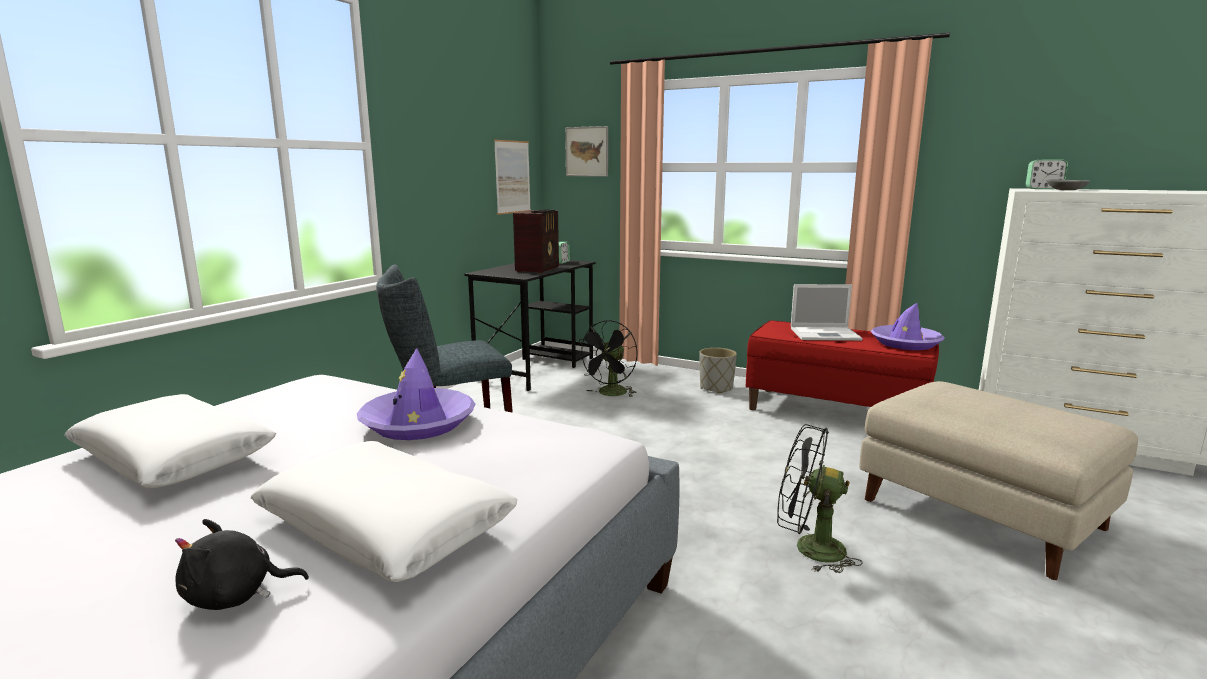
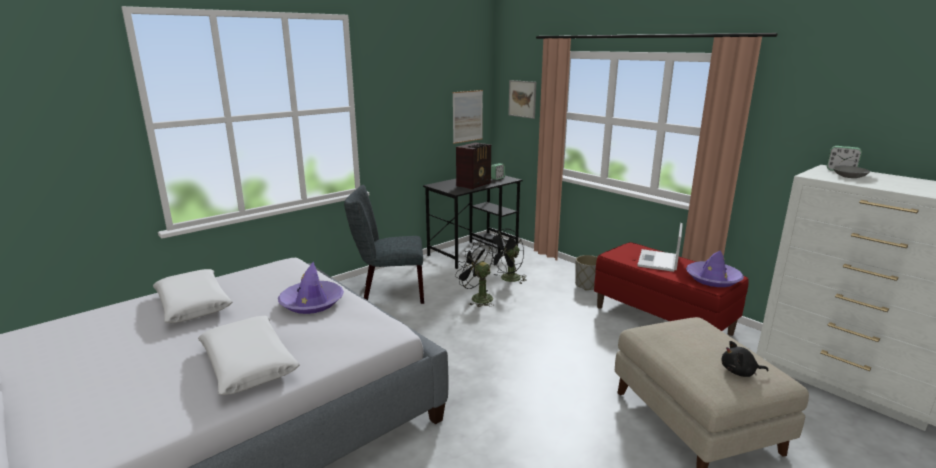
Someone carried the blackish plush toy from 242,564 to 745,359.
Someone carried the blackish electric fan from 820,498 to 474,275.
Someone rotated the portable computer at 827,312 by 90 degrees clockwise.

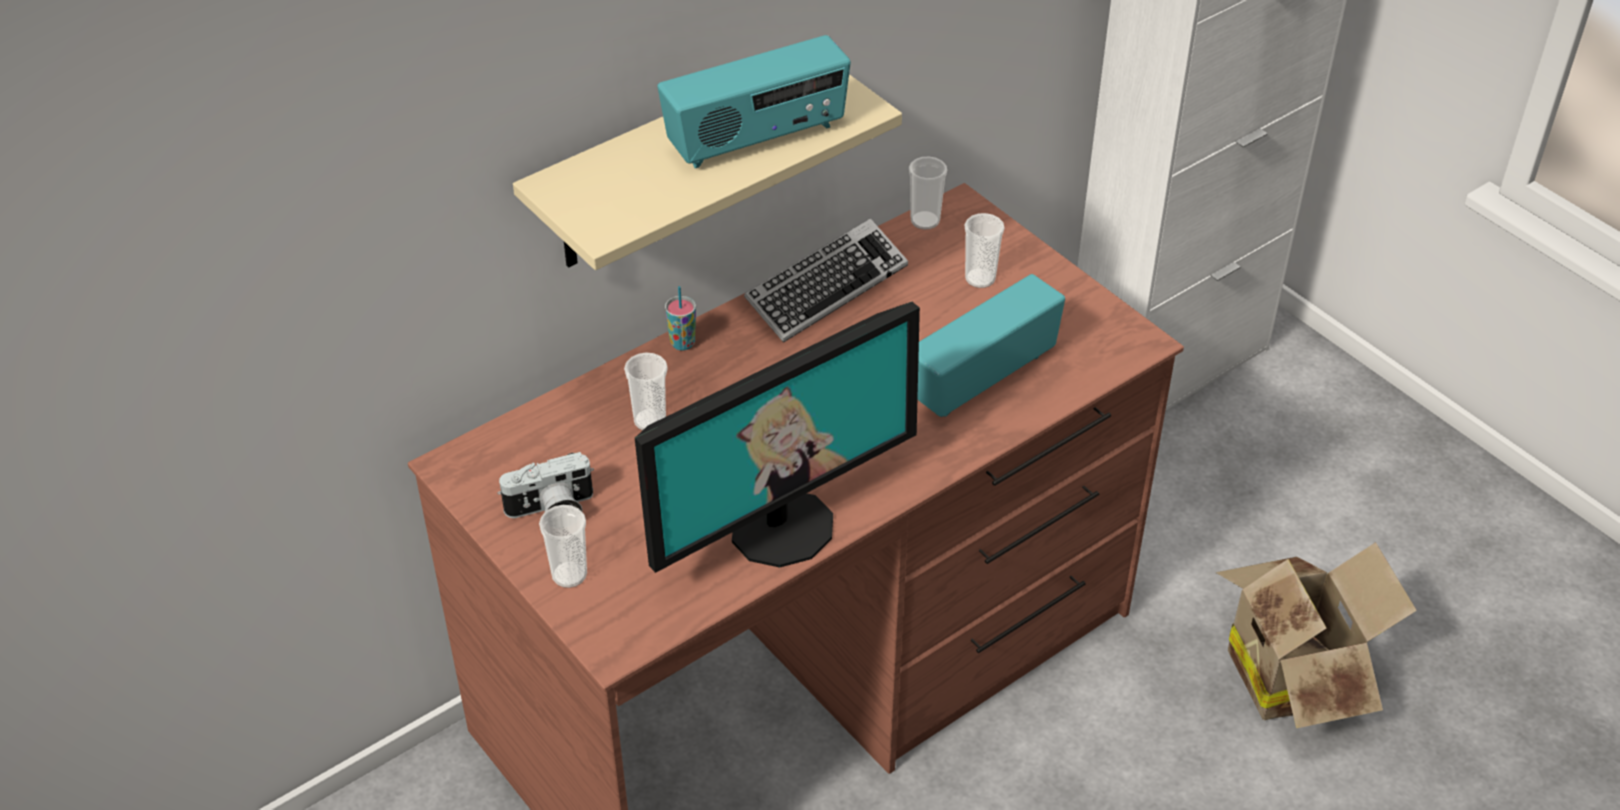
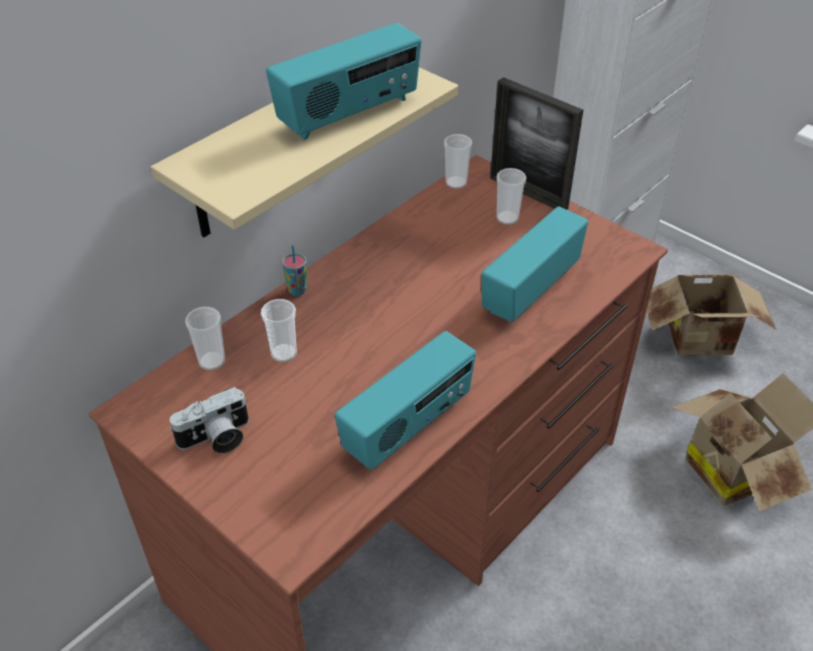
Someone took away the PC keyboard at 826,280.
Someone put down the standing frame at 536,143.
Someone put down the packing box at 711,315.
Someone carried the drinking cup from 563,546 to 205,338.
Someone swapped the computer screen at 777,437 for the radio at 405,400.

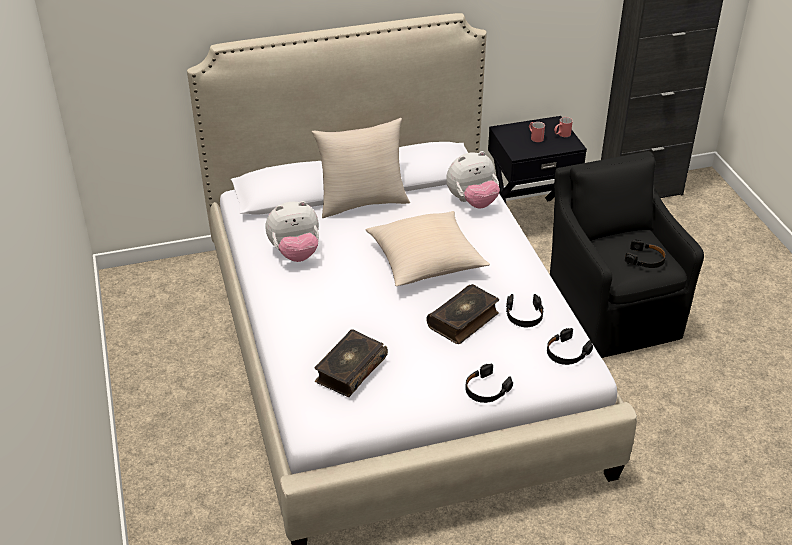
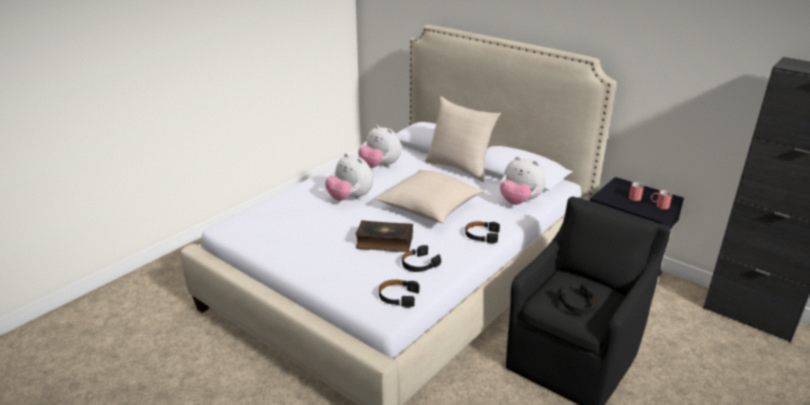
Someone took away the bound book at 351,363.
Someone put down the plush toy at 349,177.
Someone carried the blackish headphones from 489,383 to 482,232.

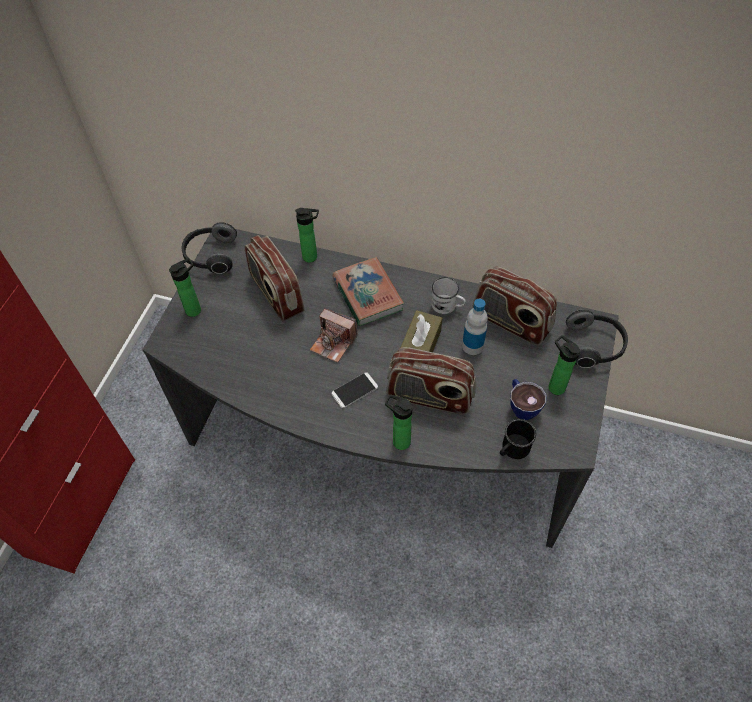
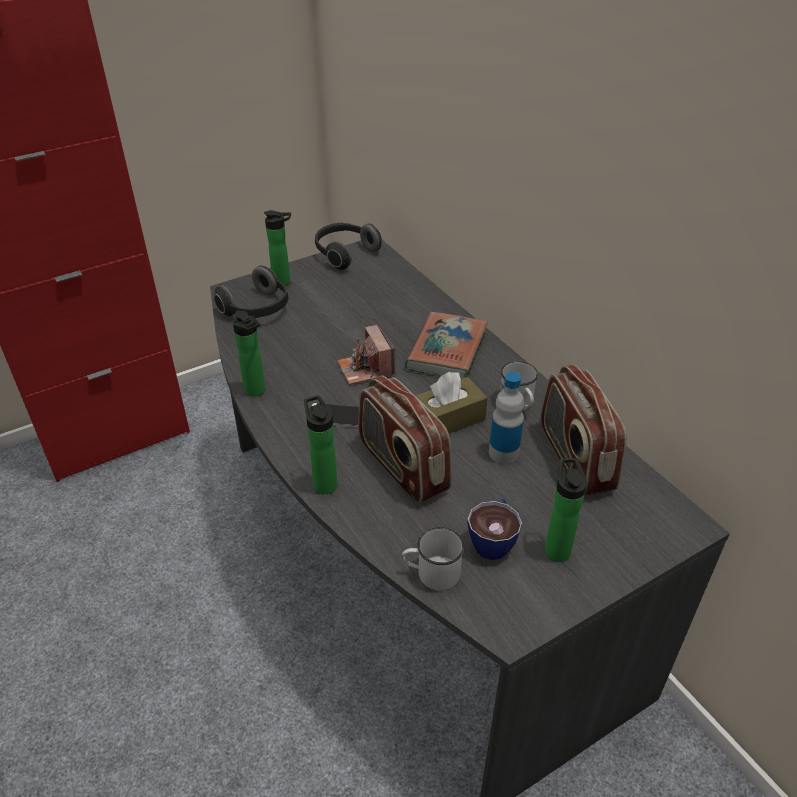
Someone took away the radio at 274,278.
Someone carried the beverage bottle from 307,235 to 249,353.
Someone carried the headphones from 597,339 to 250,292.
Someone repainted the blackish coffee mug at 518,439, which became the white coffee mug at 433,559.

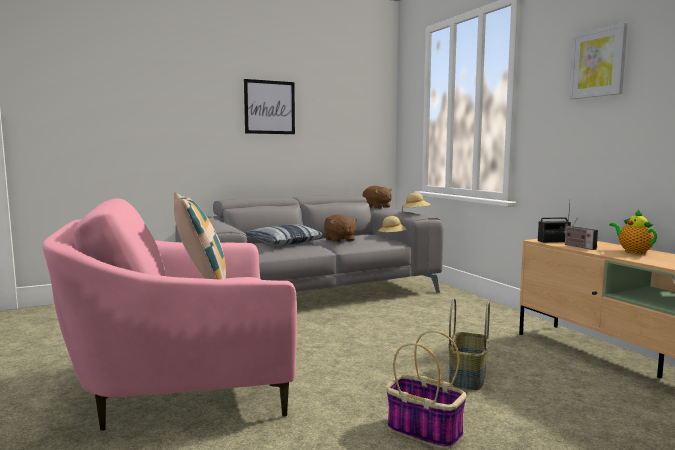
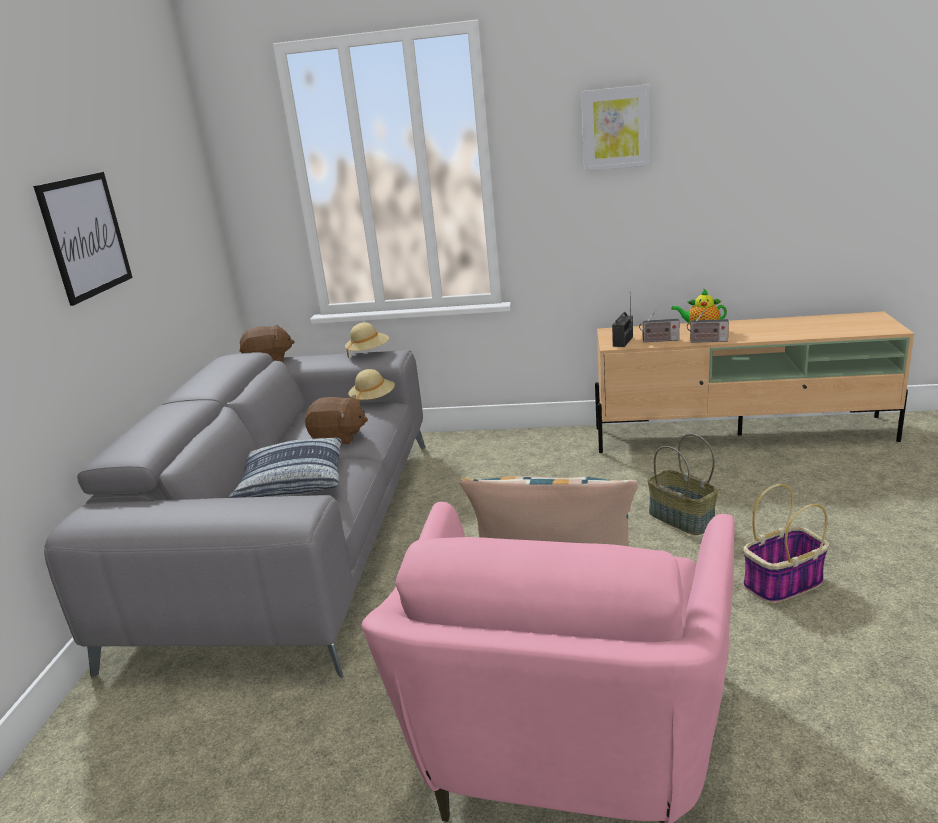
Someone put down the radio at 708,326.

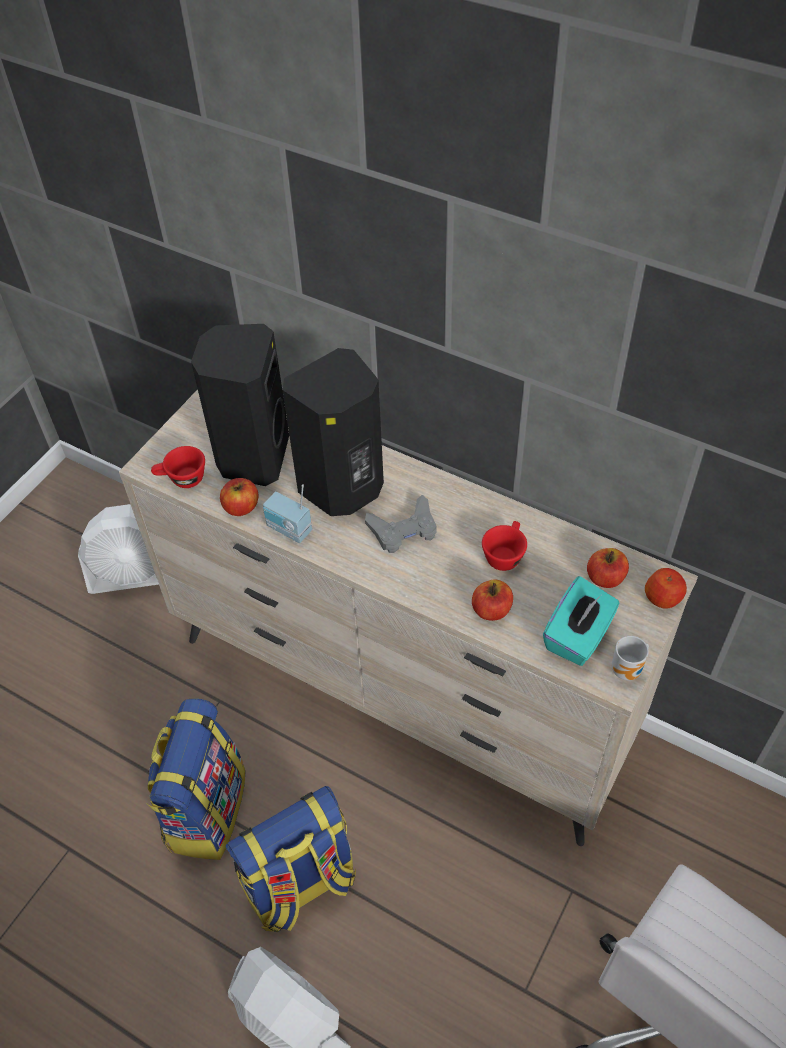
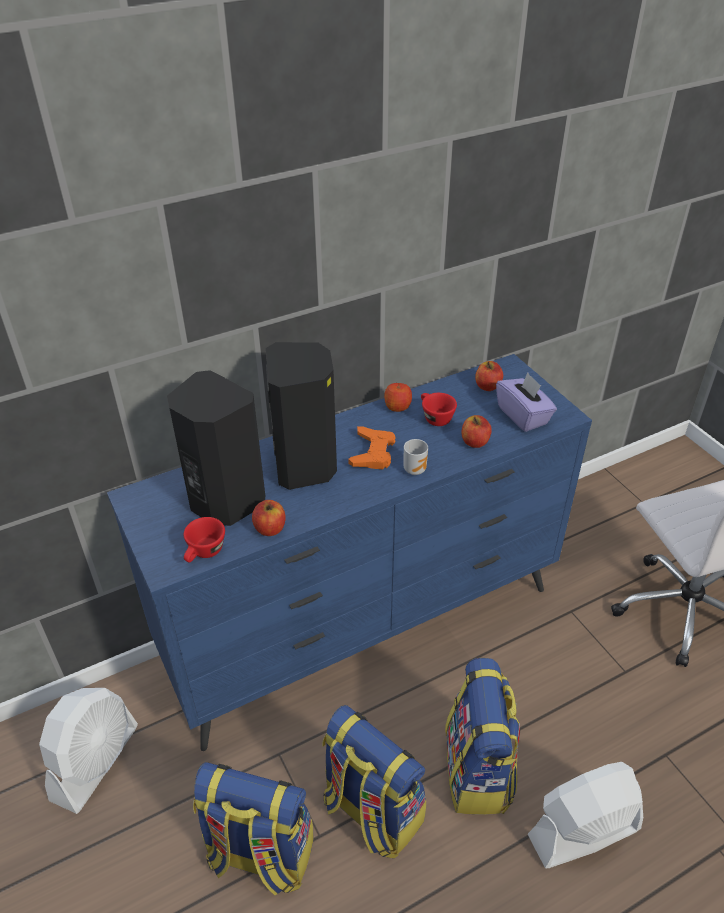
Someone took away the radio at 287,513.
Someone put down the rucksack at 253,829.
Someone carried the coffee mug from 630,658 to 415,457.
Someone carried the apple from 666,588 to 398,397.
Someone repainted the beige-coloured chest of drawers at 408,618, which became the blue-coloured chest of drawers at 349,552.
Someone repainted the grey joypad at 401,524, which became the orange joypad at 372,447.
Someone repainted the turquoise box of tissues at 581,621, which became the purple-coloured box of tissues at 526,402.

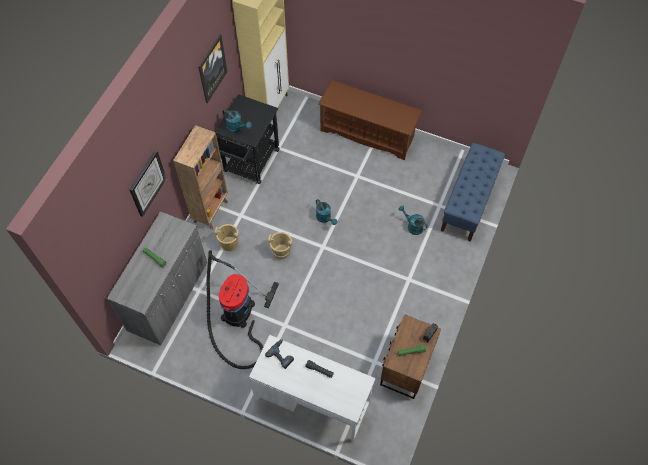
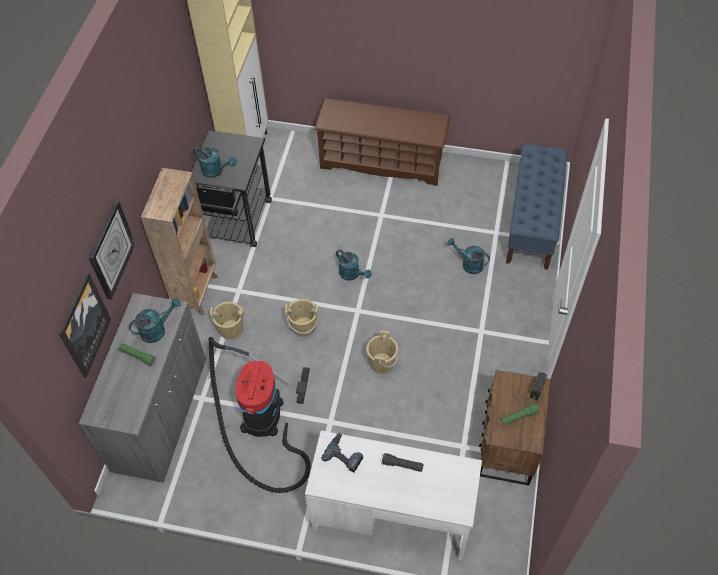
Someone put down the turquoise watering can at 155,320.
Someone put down the beige-coloured pail at 382,352.
Someone carried the wall art from 213,68 to 85,325.

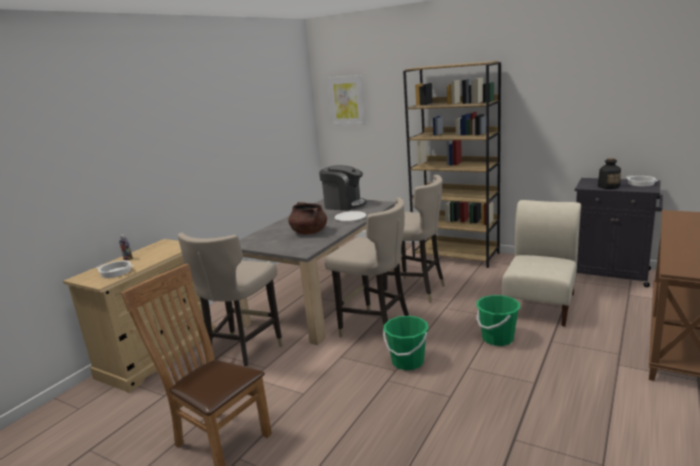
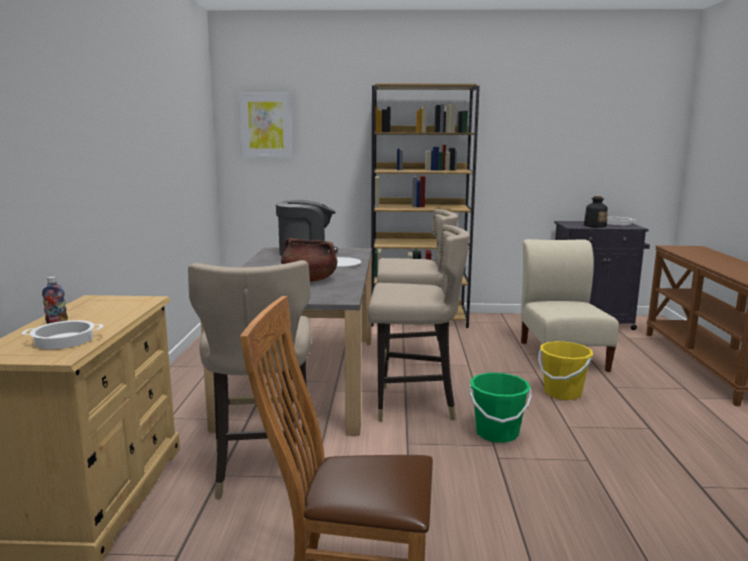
Someone repainted the greenish pail at 498,320, which became the yellow pail at 565,370.

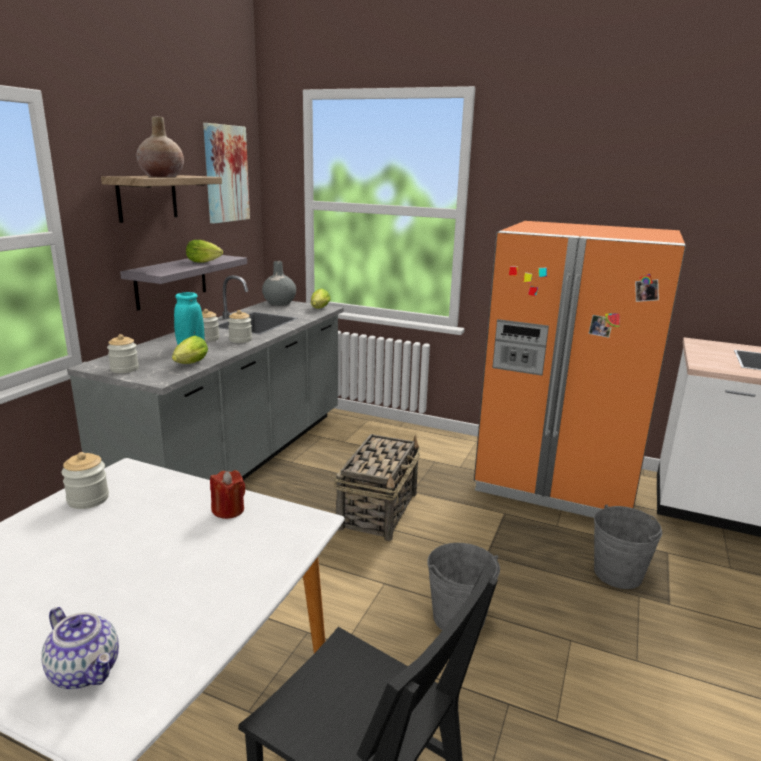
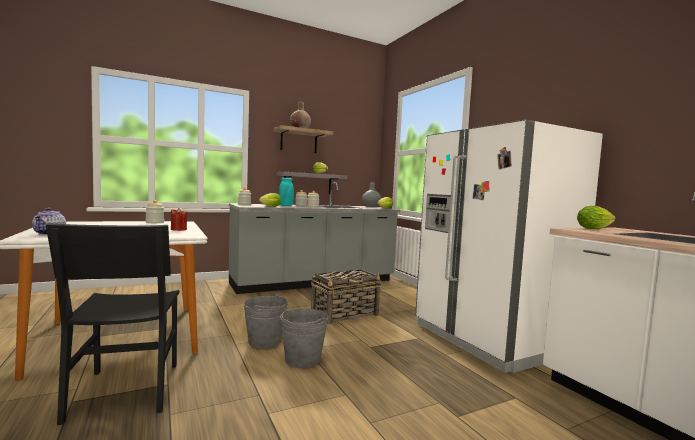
Someone took away the wall art at 226,173.
Someone put down the lettuce head at 596,217.
Someone carried the grey pail from 628,547 to 265,321.
Someone repainted the orange kitchen fridge at 580,369, which became the white kitchen fridge at 509,246.

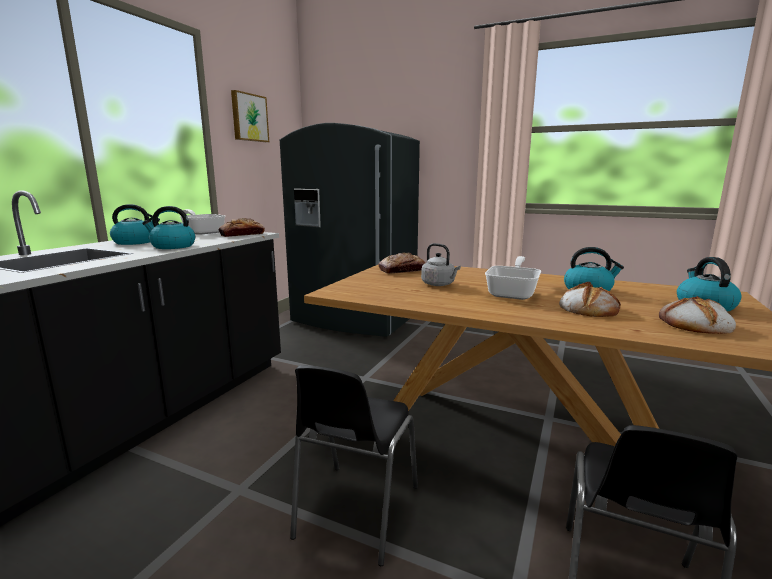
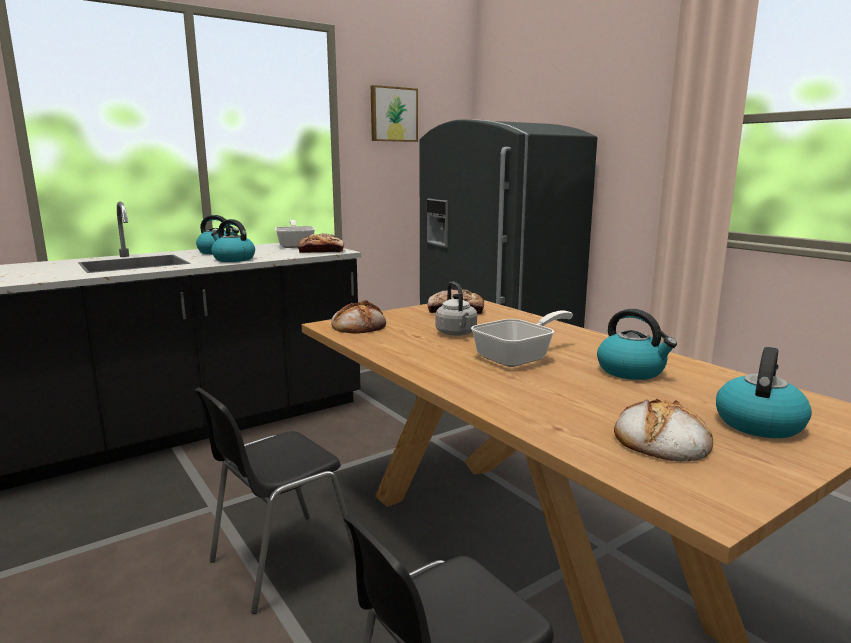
Someone carried the bread from 590,299 to 358,317.

